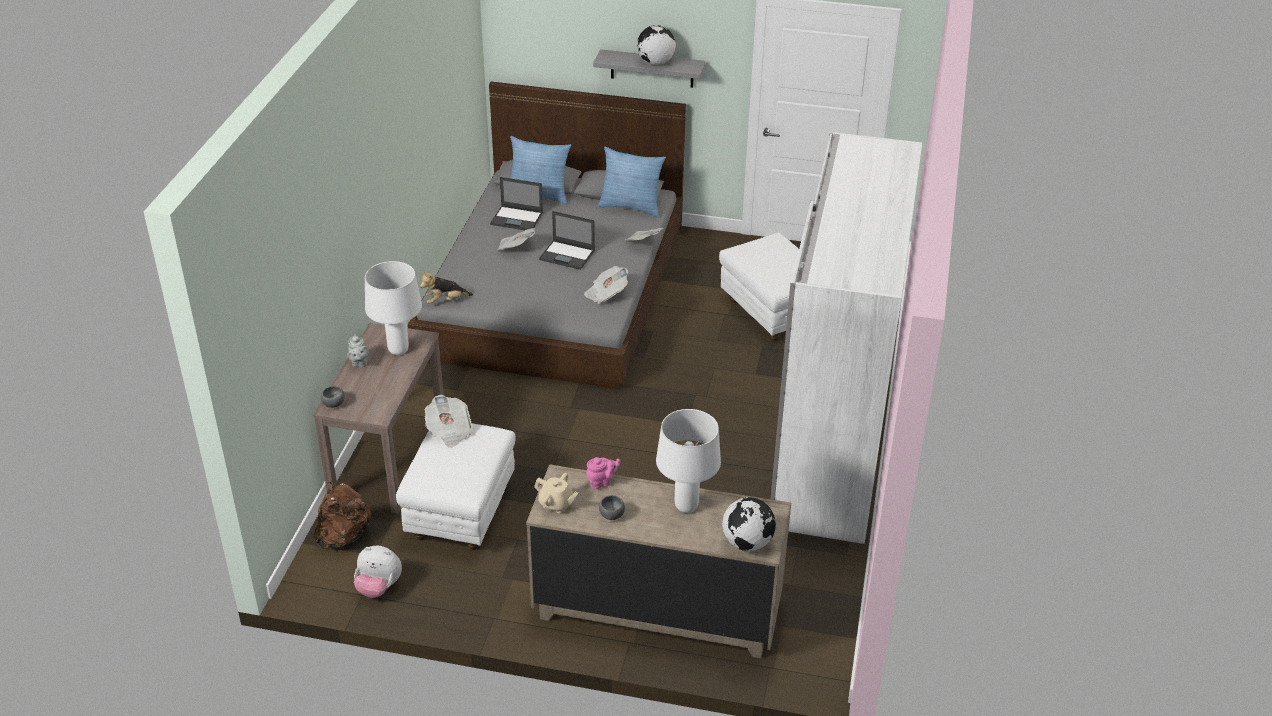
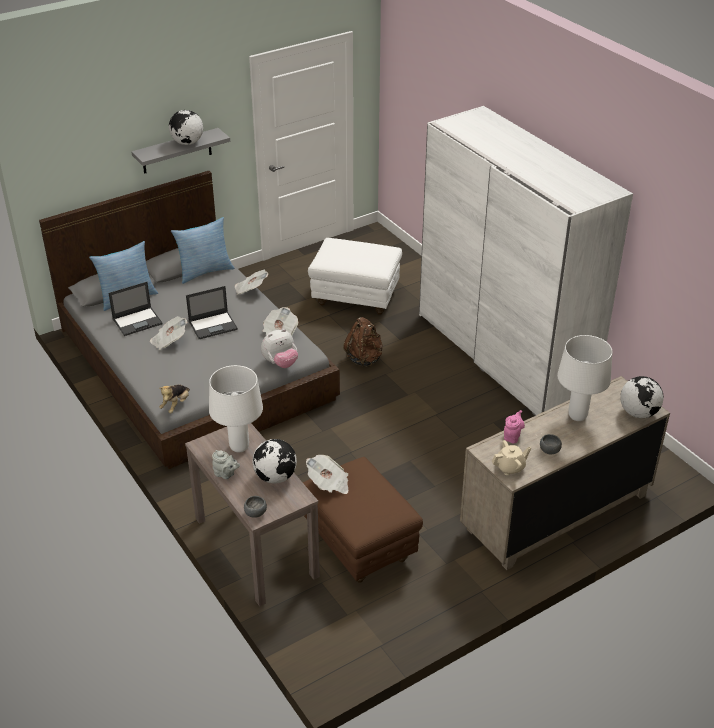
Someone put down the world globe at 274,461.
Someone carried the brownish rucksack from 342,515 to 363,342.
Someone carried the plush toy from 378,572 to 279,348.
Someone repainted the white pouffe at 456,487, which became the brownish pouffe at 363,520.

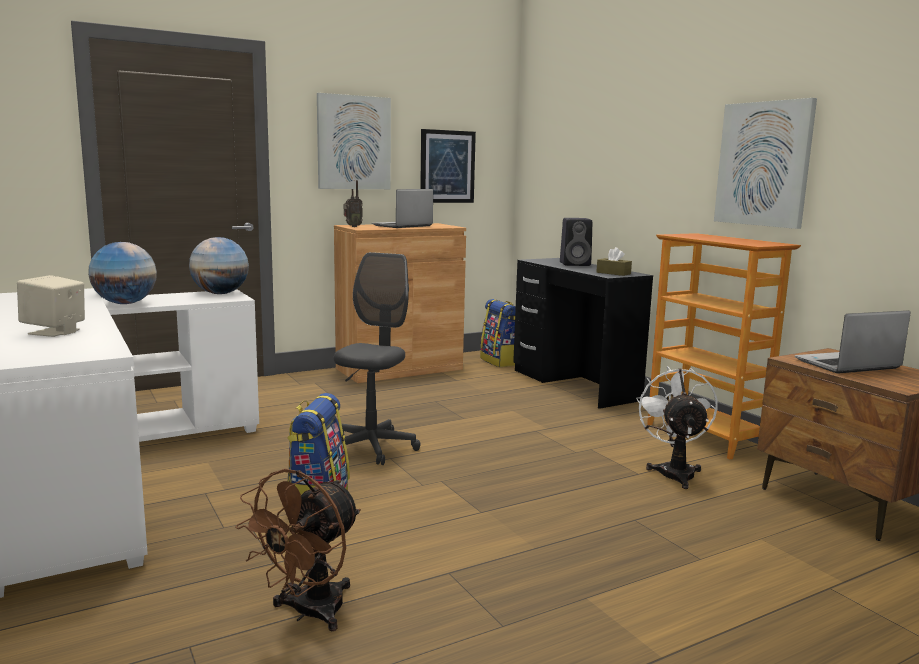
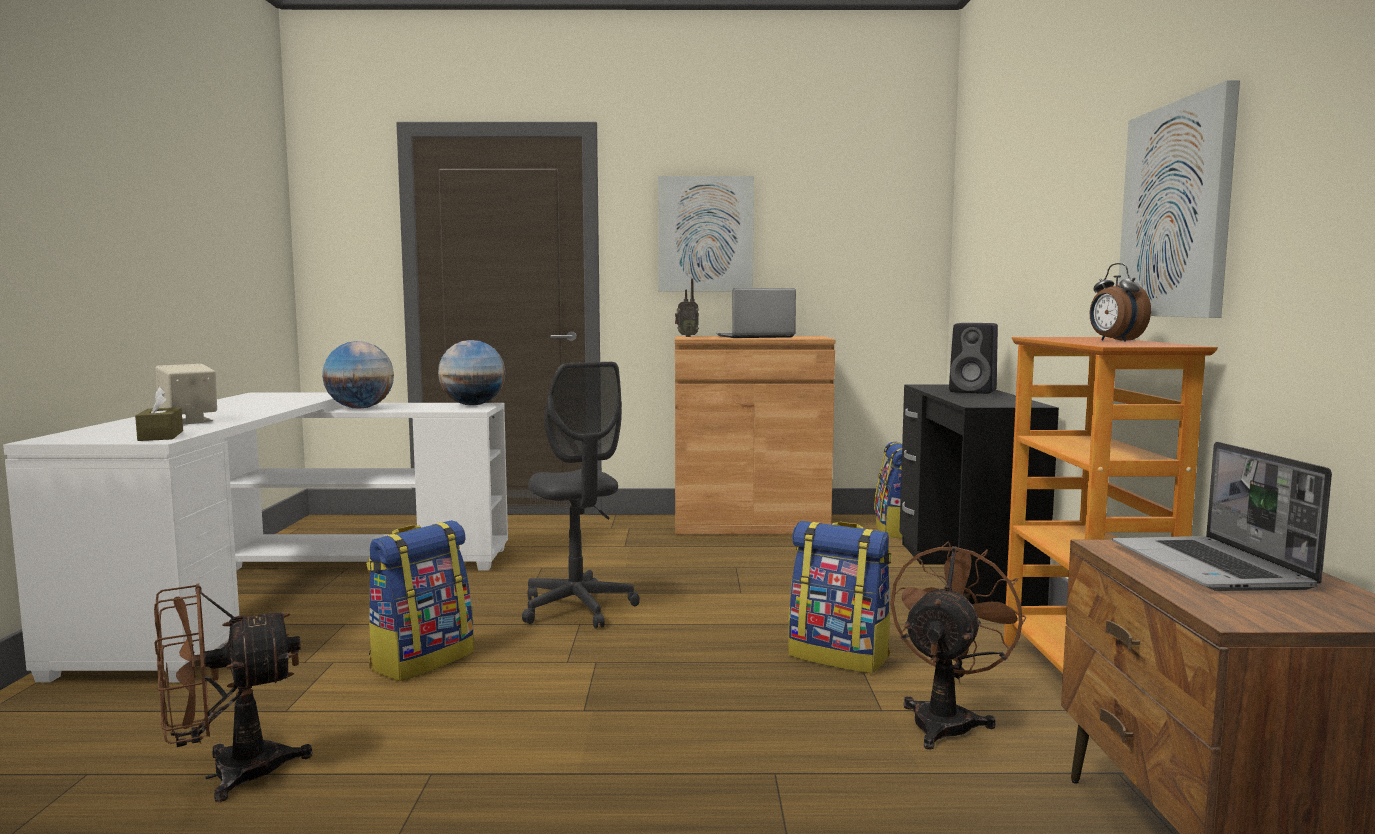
Someone took away the wall art at 448,166.
Someone put down the rucksack at 839,597.
Someone put down the table clock at 1120,302.
Someone carried the brownish box of tissues from 614,261 to 159,414.
Someone repainted the white electric fan at 677,427, which became the brownish electric fan at 959,646.
Someone rotated the grey office chair at 377,358 by 105 degrees clockwise.
Someone rotated the portable computer at 852,342 by 105 degrees counterclockwise.

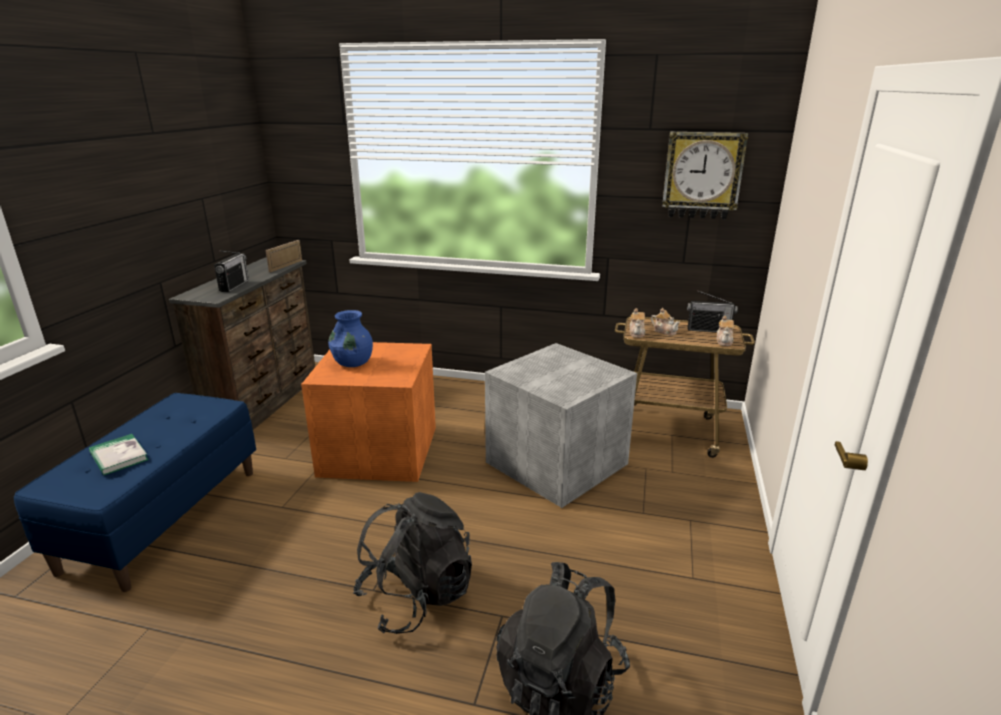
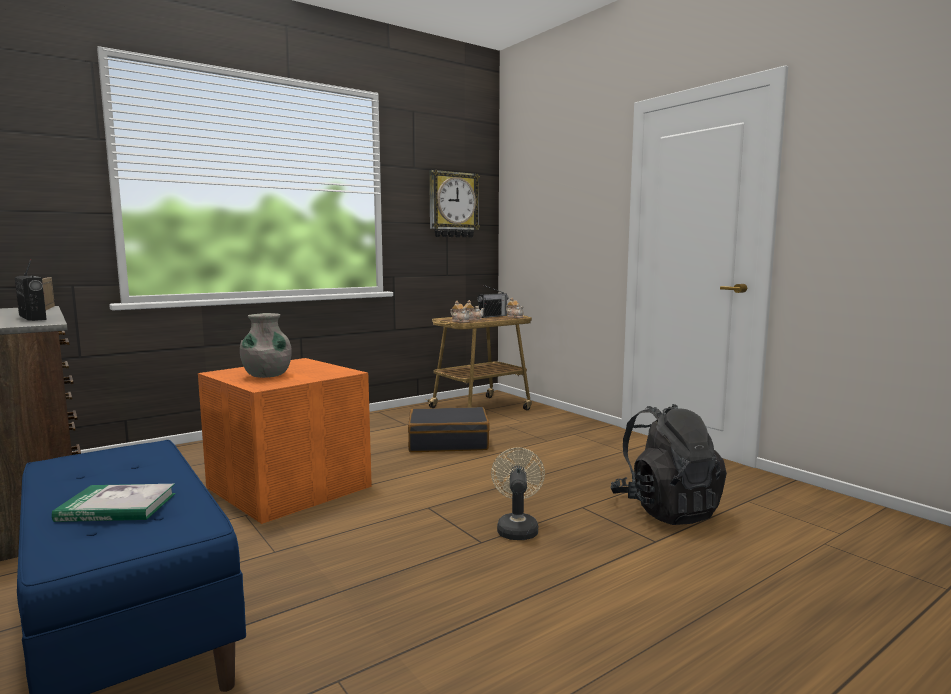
Someone swapped the blackish rucksack at 412,563 for the beige-coloured electric fan at 518,493.
Someone swapped the grey storage box at 561,425 for the blackish piece of luggage at 449,429.
Someone repainted the blue-coloured decorative vase at 350,338, which became the grey decorative vase at 266,345.

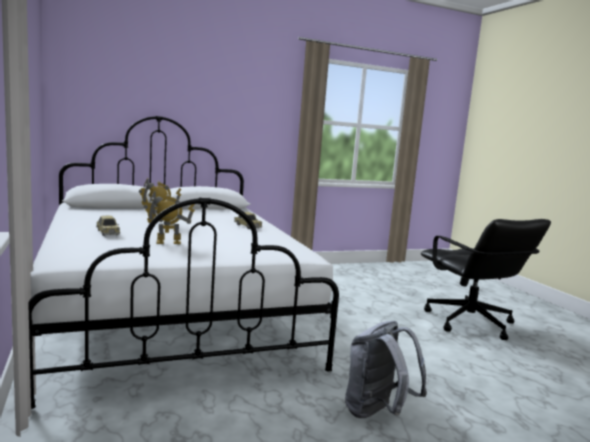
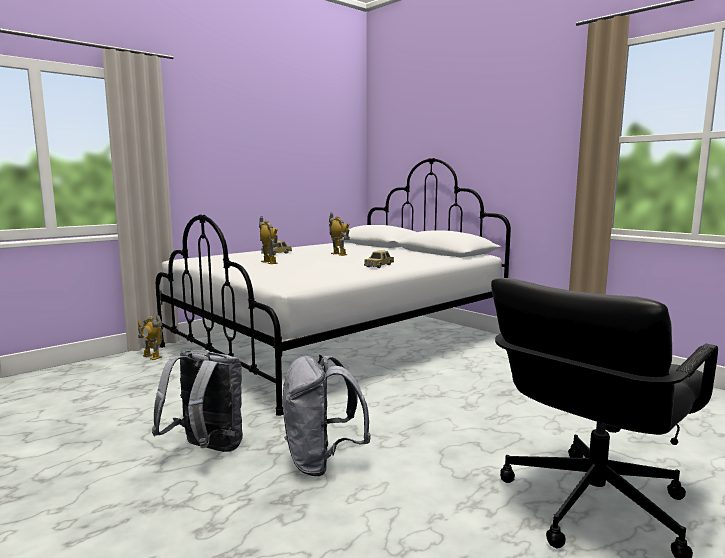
Someone put down the robot figure at 150,337.
Someone put down the grey rucksack at 327,415.

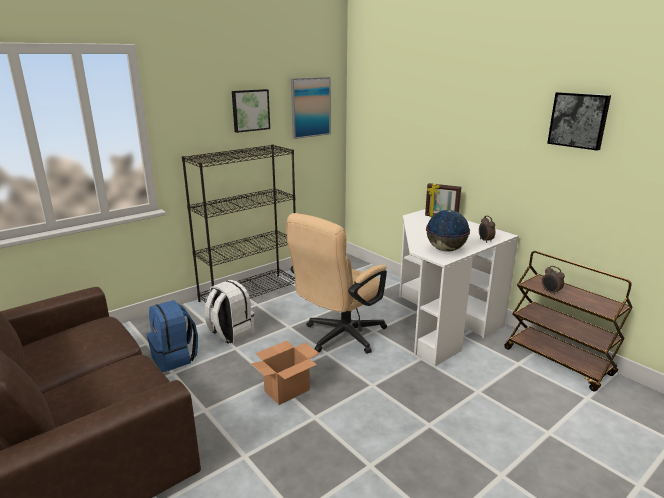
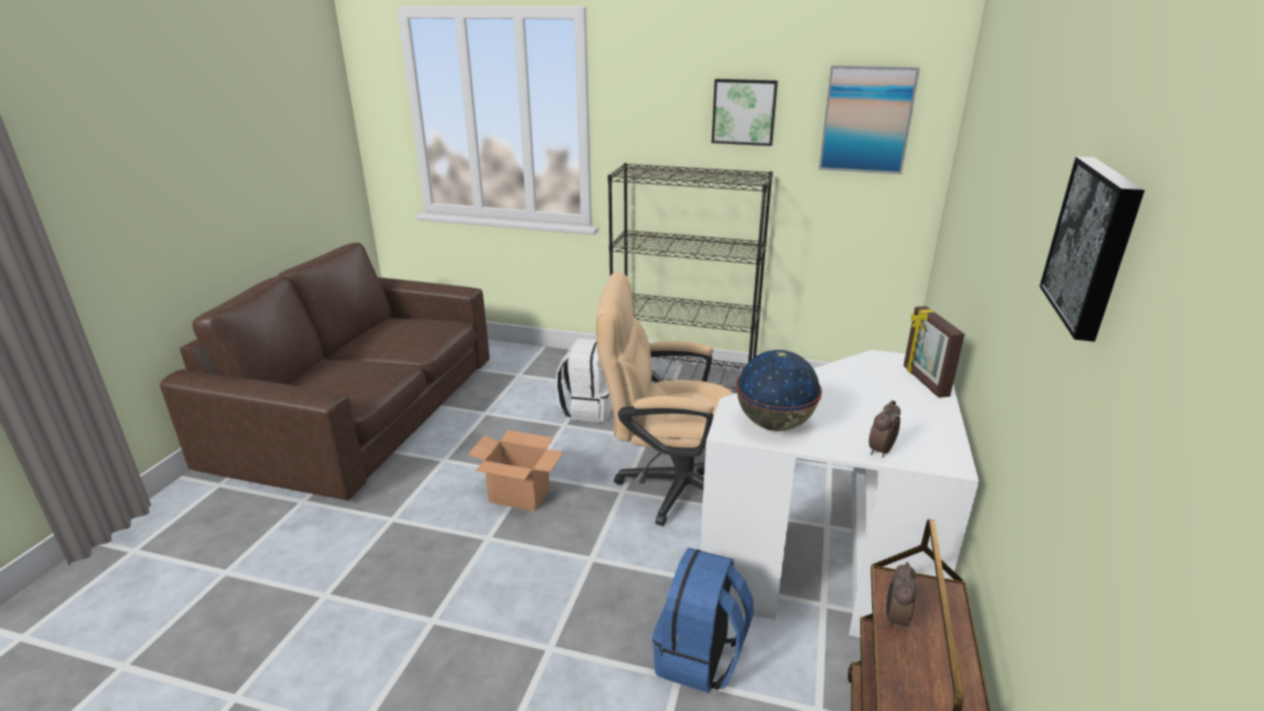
Someone carried the blue-coloured rucksack from 172,336 to 703,620.

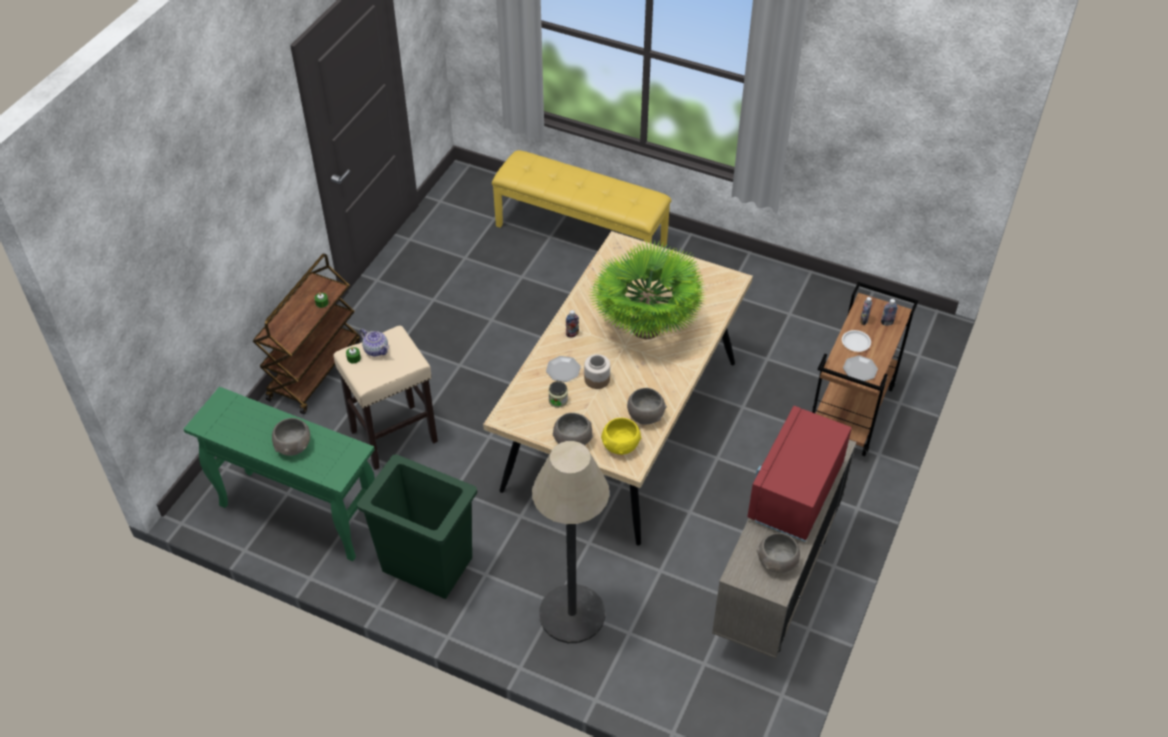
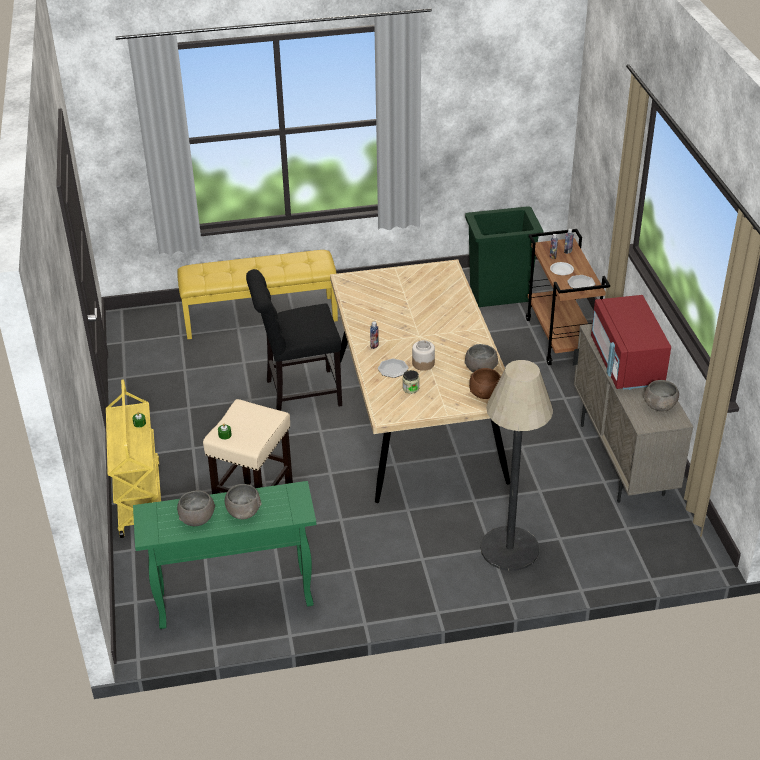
Someone took away the tea pot at 374,342.
Someone took away the plant in a pot at 646,289.
Someone put down the blackish chair at 294,340.
Someone carried the greenish trash can from 417,526 to 504,256.
Someone carried the grey deep dish from 573,429 to 196,508.
Someone repainted the brownish trolley at 306,333, which became the yellow trolley at 133,458.
Someone repainted the yellow deep dish at 621,436, which became the brownish deep dish at 485,383.

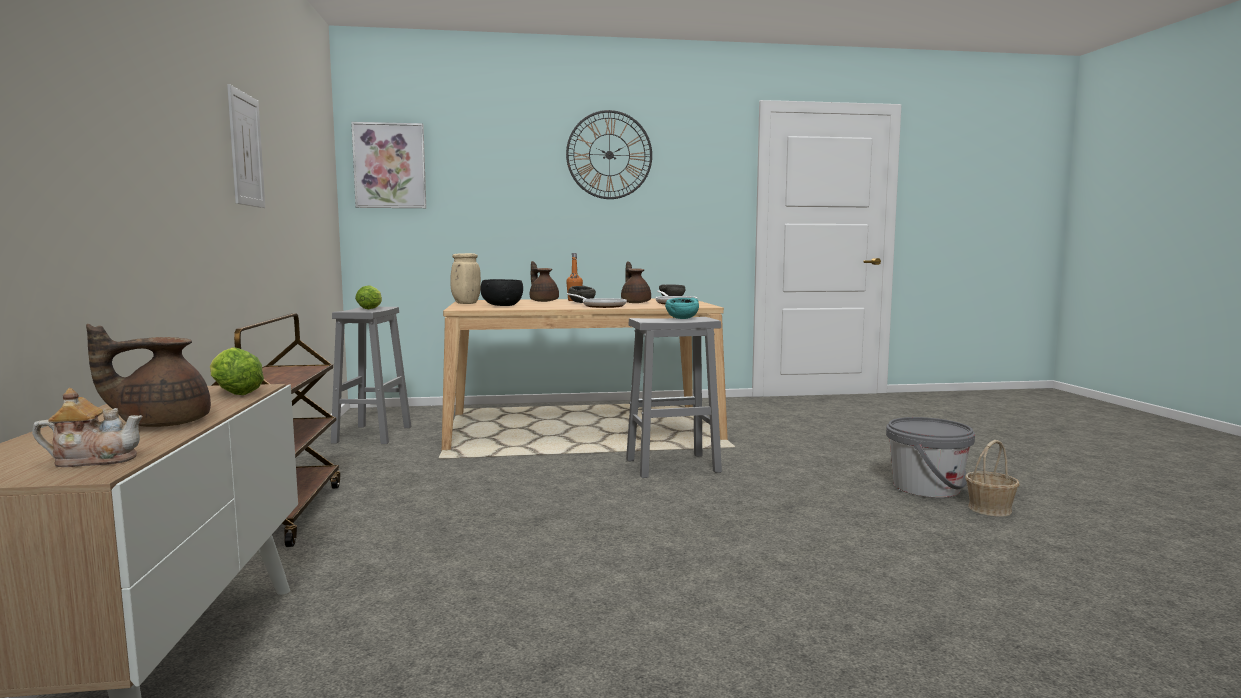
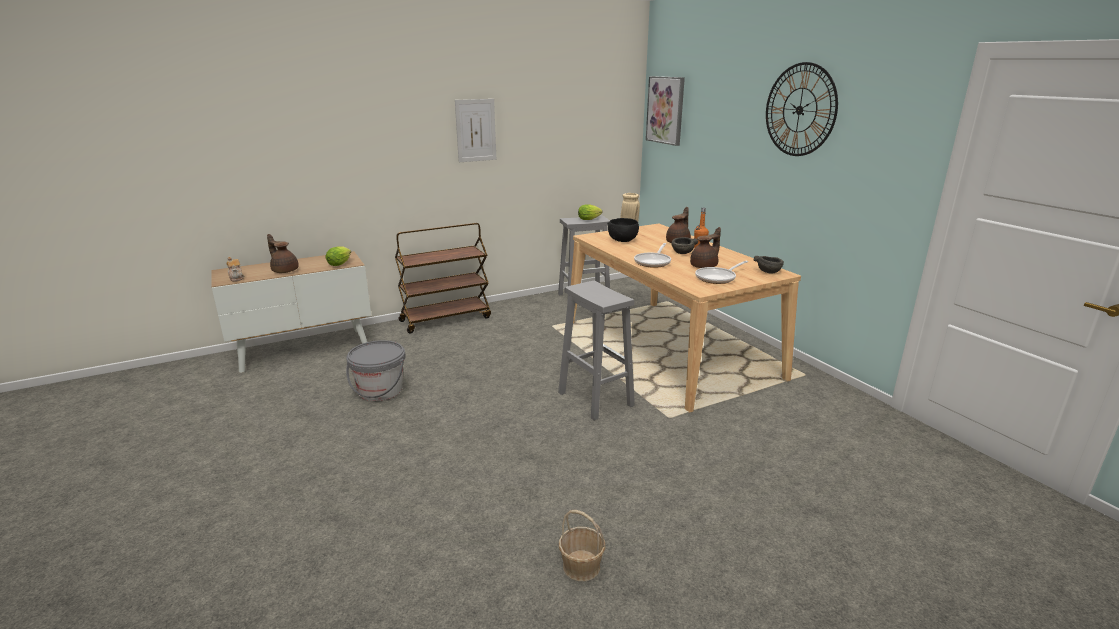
Someone took away the turquoise deep dish at 682,308.
Someone carried the grey pail from 930,457 to 376,370.

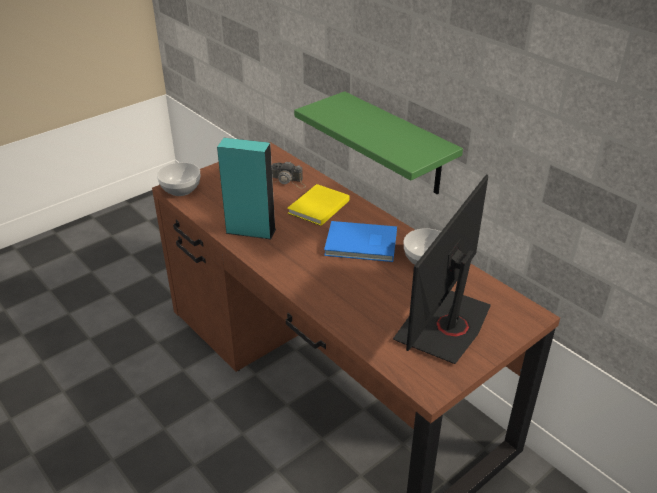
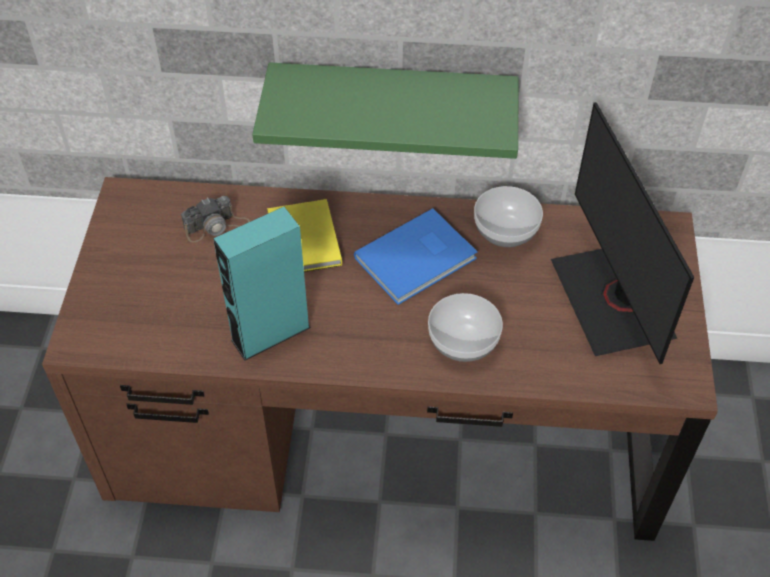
Someone carried the deep dish from 178,179 to 465,327.

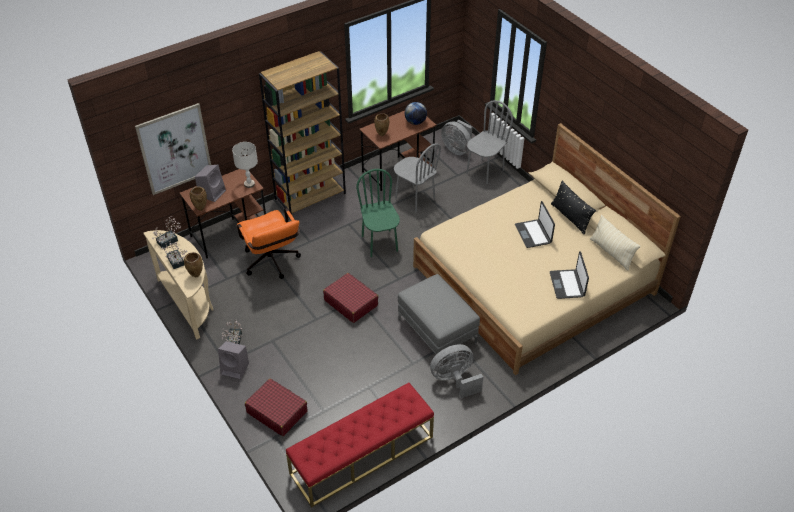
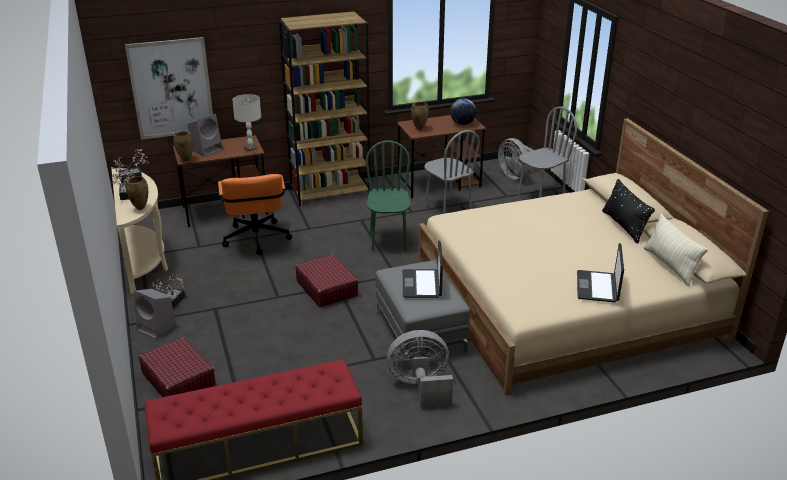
Someone carried the portable computer from 535,224 to 423,269.

